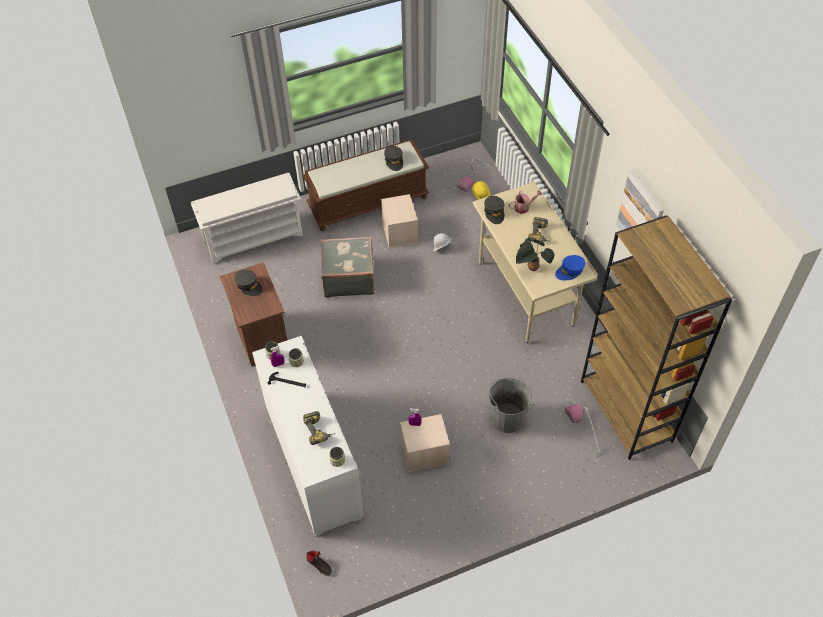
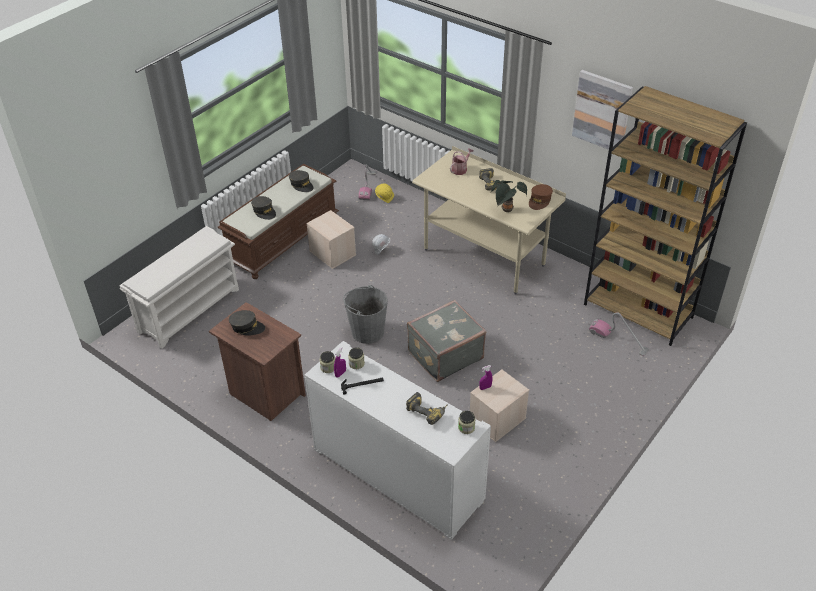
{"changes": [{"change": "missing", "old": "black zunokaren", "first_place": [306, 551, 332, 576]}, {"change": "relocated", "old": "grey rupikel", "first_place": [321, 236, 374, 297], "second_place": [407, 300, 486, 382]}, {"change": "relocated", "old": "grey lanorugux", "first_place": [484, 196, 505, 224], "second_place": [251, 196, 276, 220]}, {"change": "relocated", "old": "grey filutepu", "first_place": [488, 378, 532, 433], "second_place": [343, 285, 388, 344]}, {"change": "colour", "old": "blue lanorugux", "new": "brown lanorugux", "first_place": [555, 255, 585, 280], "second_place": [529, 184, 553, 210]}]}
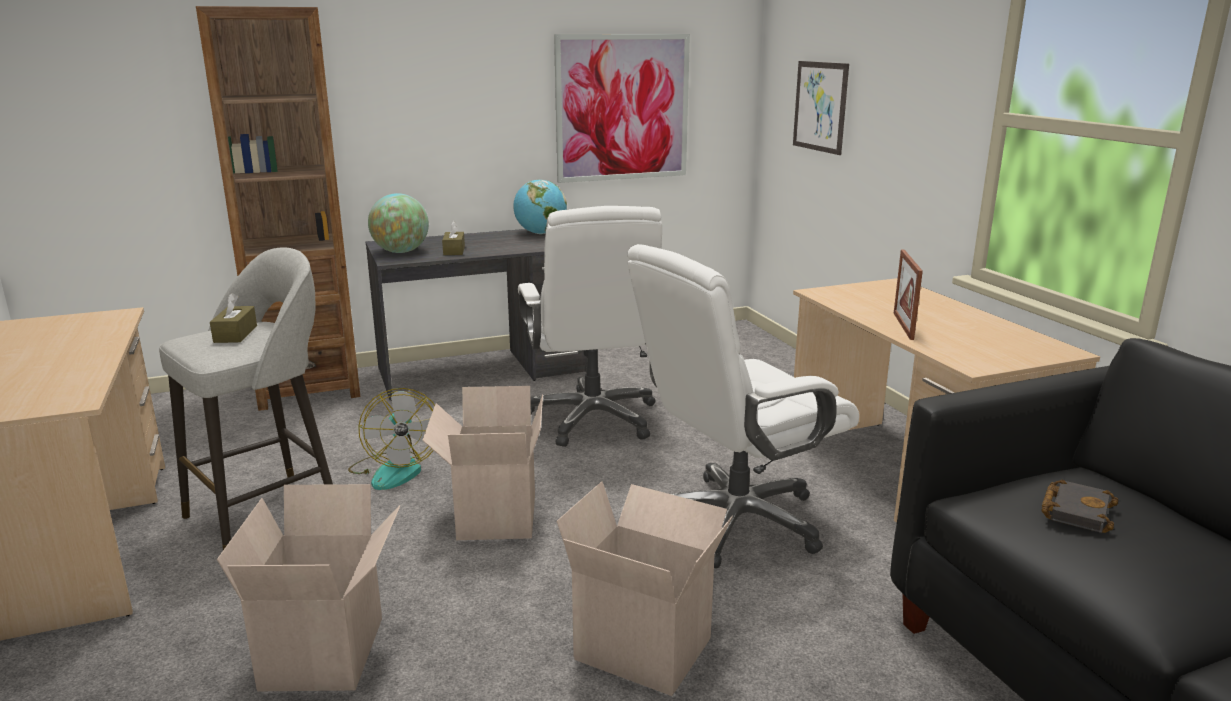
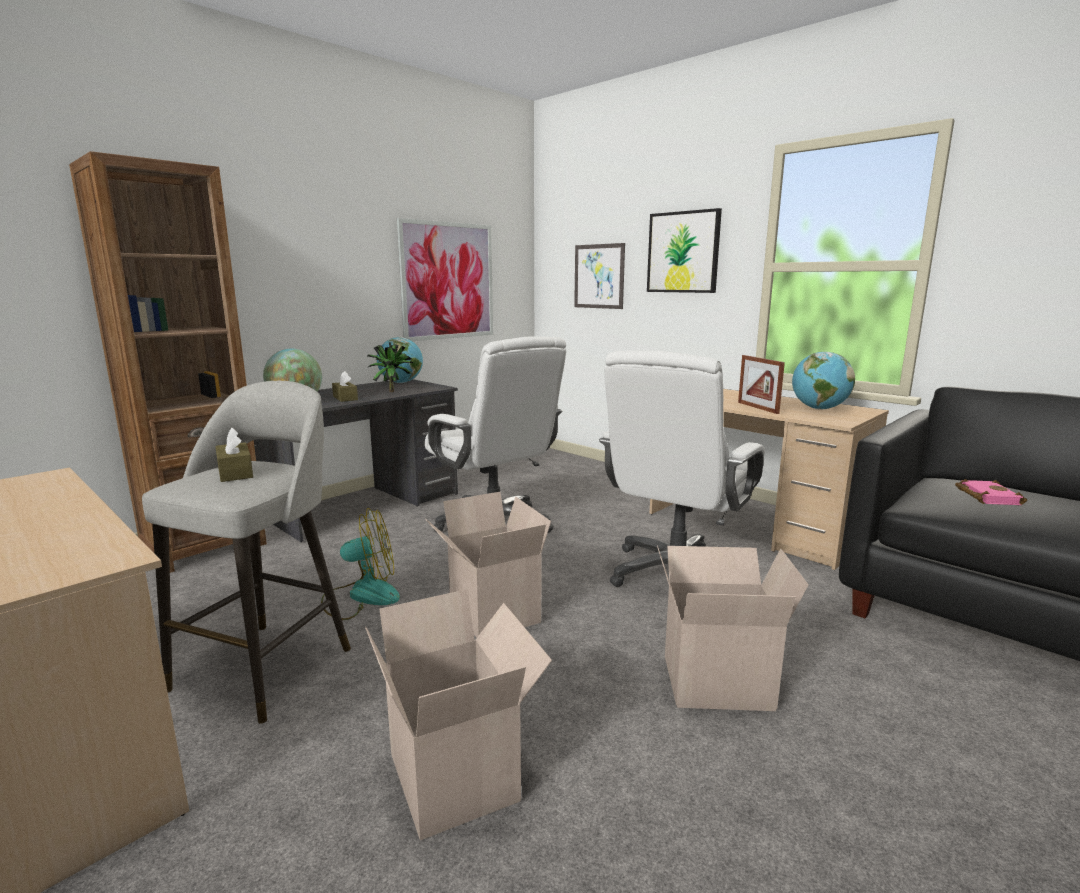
{"changes": [{"change": "spun", "old": "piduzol", "first_place": [348, 388, 435, 490], "second_place": [321, 508, 400, 620], "degrees": -60}, {"change": "colour", "old": "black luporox", "new": "pink luporox", "first_place": [1041, 480, 1119, 533], "second_place": [955, 479, 1027, 505]}, {"change": "appeared", "new": "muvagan", "second_place": [368, 342, 413, 392]}, {"change": "appeared", "new": "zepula", "second_place": [647, 208, 722, 293]}, {"change": "appeared", "new": "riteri", "second_place": [792, 352, 855, 409]}]}
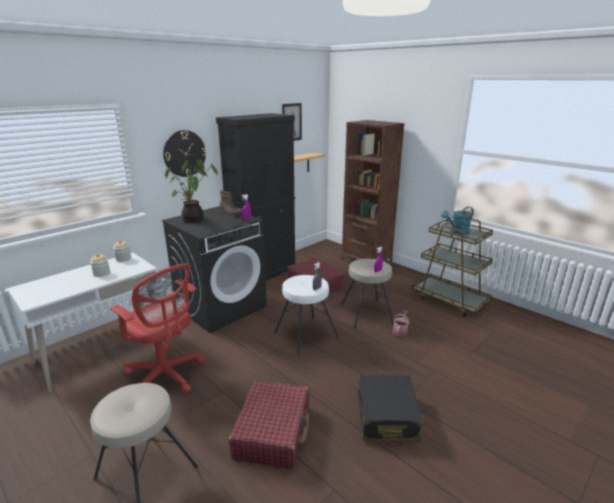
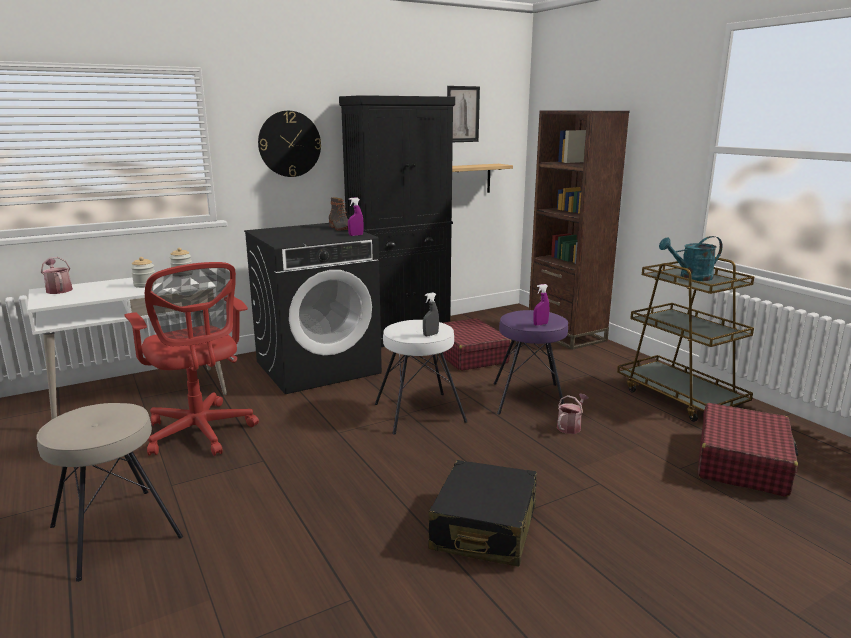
{"changes": [{"change": "missing", "old": "muvagan", "first_place": [165, 159, 218, 222]}, {"change": "relocated", "old": "red rupikel", "first_place": [229, 381, 309, 469], "second_place": [698, 403, 798, 497]}, {"change": "colour", "old": "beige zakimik", "new": "purple zakimik", "first_place": [341, 259, 394, 329], "second_place": [494, 310, 568, 414]}, {"change": "appeared", "new": "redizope", "second_place": [41, 257, 73, 294]}]}
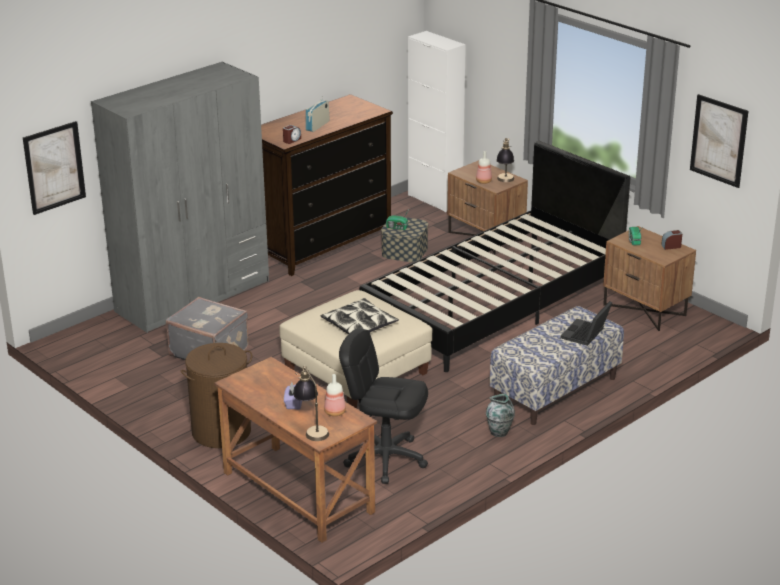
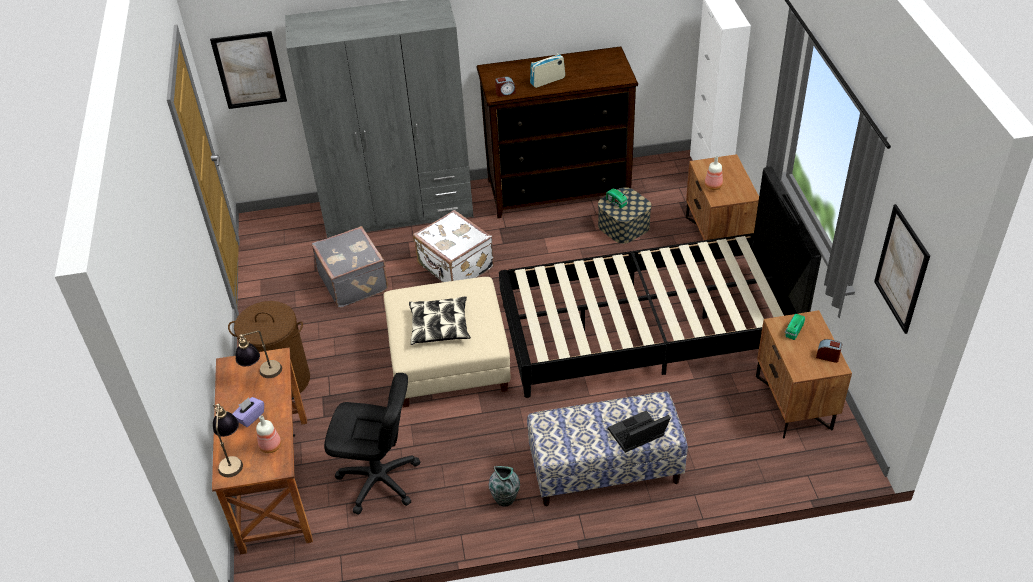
{"changes": [{"change": "spun", "old": "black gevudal", "first_place": [339, 329, 428, 484], "second_place": [324, 373, 421, 515], "degrees": 135}, {"change": "relocated", "old": "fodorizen", "first_place": [496, 138, 514, 182], "second_place": [236, 330, 282, 378]}, {"change": "appeared", "new": "white rupikel", "second_place": [413, 210, 494, 282]}]}
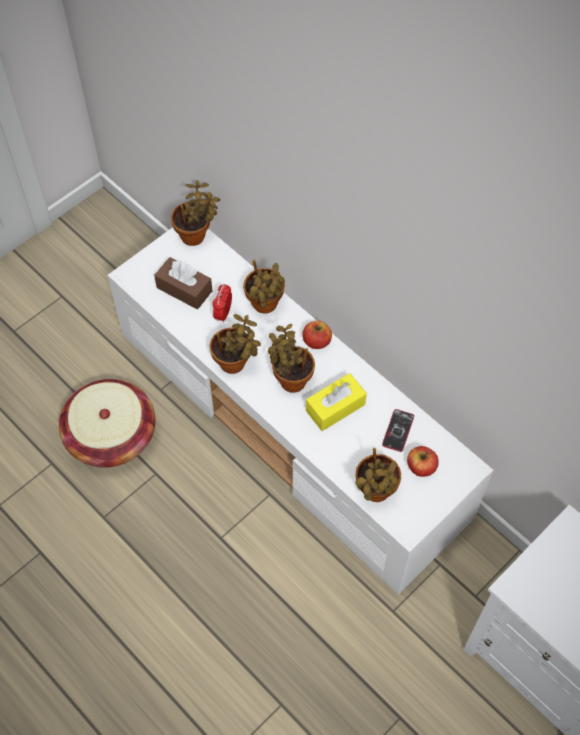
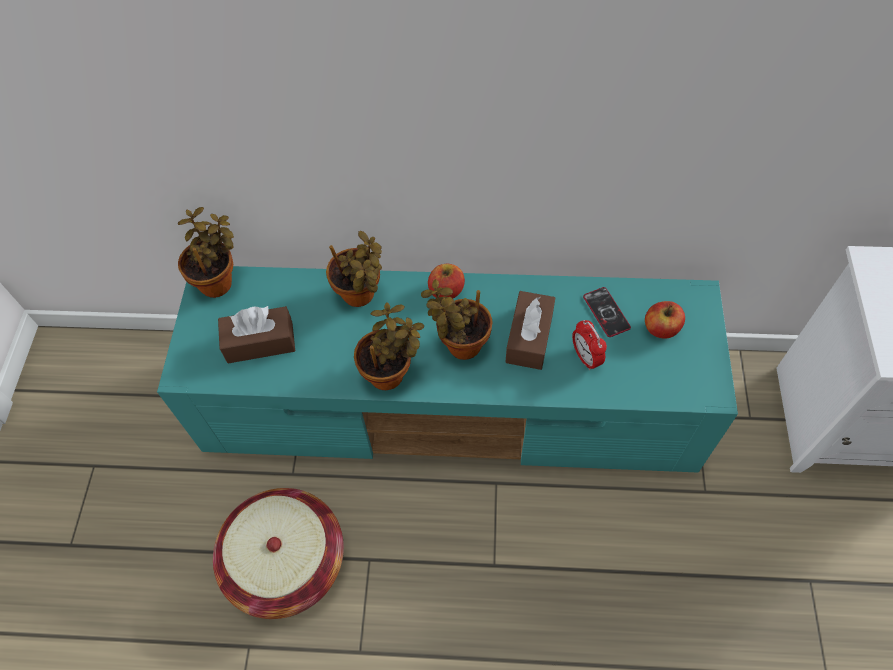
{"changes": [{"change": "colour", "old": "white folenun", "new": "turquoise folenun", "first_place": [107, 227, 493, 594], "second_place": [157, 266, 738, 473]}, {"change": "relocated", "old": "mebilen", "first_place": [213, 284, 232, 322], "second_place": [572, 320, 607, 370]}, {"change": "colour", "old": "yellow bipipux", "new": "brown bipipux", "first_place": [306, 373, 367, 431], "second_place": [506, 291, 555, 370]}, {"change": "missing", "old": "muvagan", "first_place": [356, 448, 401, 502]}]}
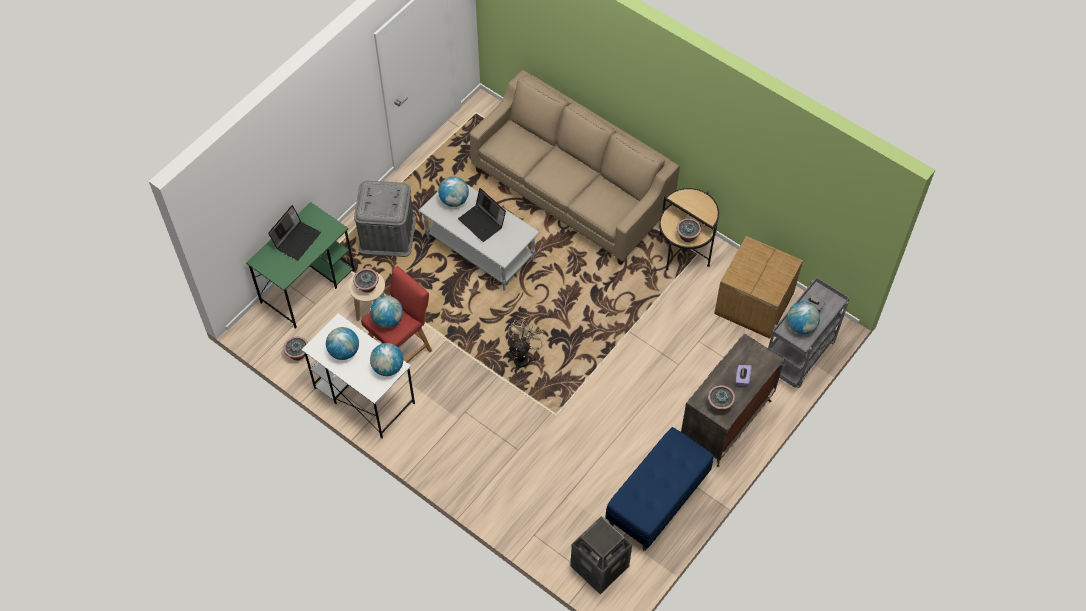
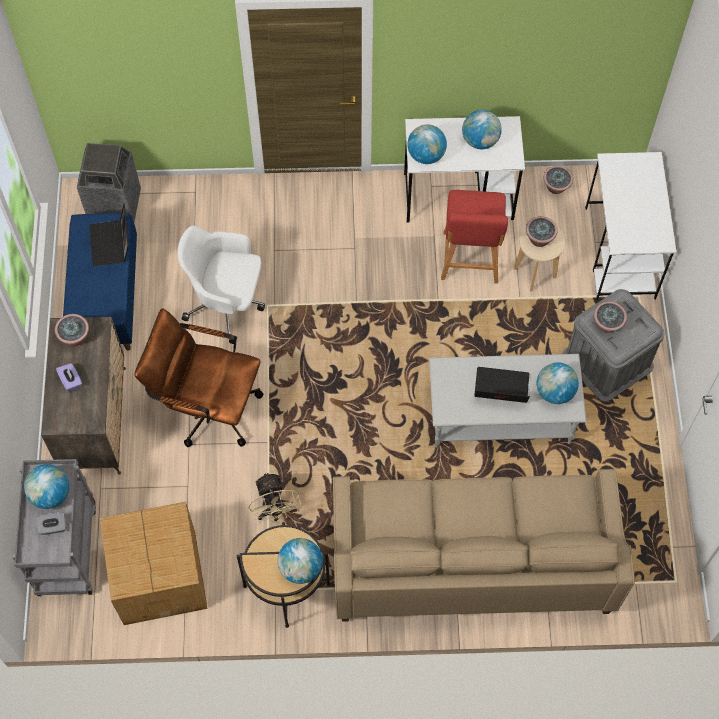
{"changes": [{"change": "colour", "old": "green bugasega", "new": "white bugasega", "first_place": [246, 202, 355, 329], "second_place": [585, 152, 677, 301]}, {"change": "relocated", "old": "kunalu", "first_place": [268, 205, 321, 260], "second_place": [89, 203, 129, 266]}, {"change": "relocated", "old": "riteri", "first_place": [370, 296, 403, 328], "second_place": [278, 538, 323, 584]}, {"change": "relocated", "old": "beige piduzol", "first_place": [507, 321, 546, 373], "second_place": [249, 472, 301, 523]}, {"change": "relocated", "old": "muvagan", "first_place": [677, 218, 701, 242], "second_place": [594, 301, 627, 333]}, {"change": "appeared", "new": "brown gevudal", "second_place": [134, 309, 264, 447]}, {"change": "appeared", "new": "white gevudal", "second_place": [178, 225, 265, 344]}]}
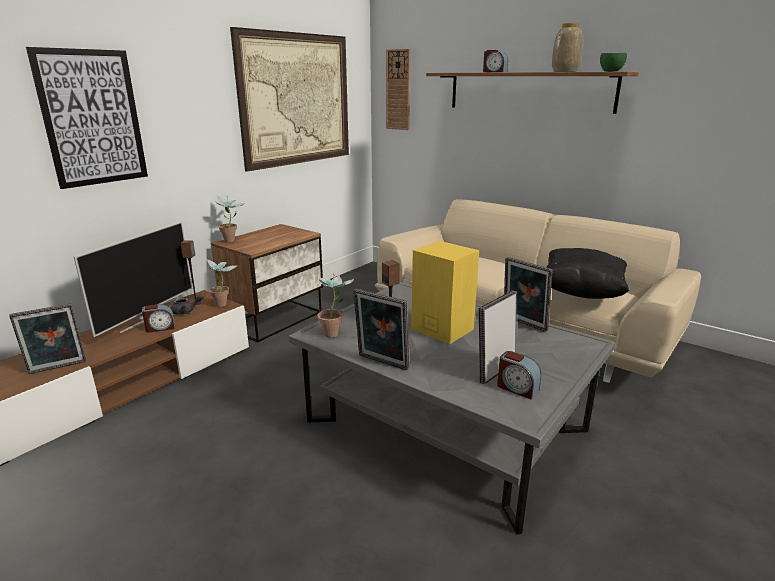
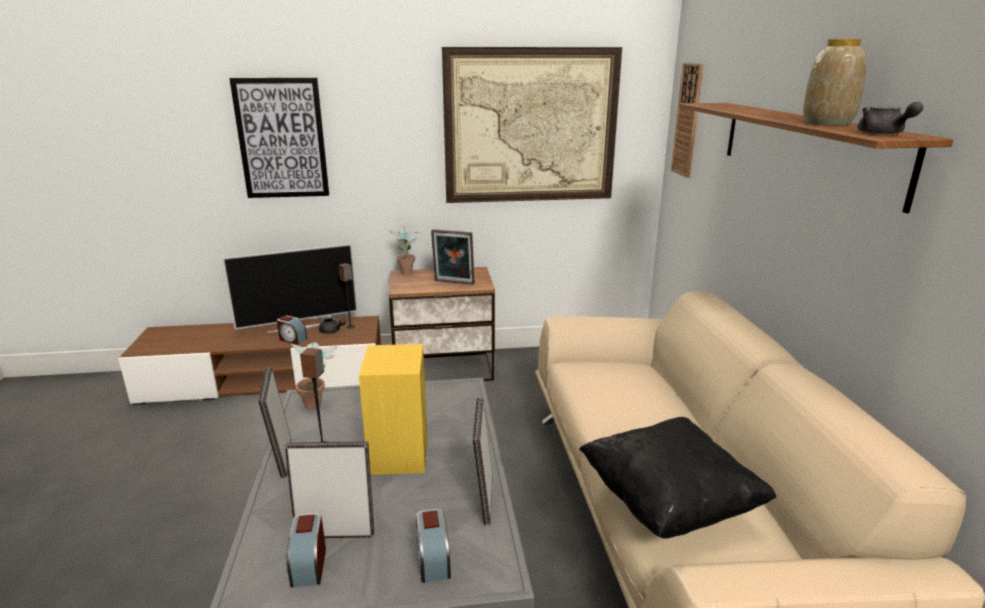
{"changes": [{"change": "relocated", "old": "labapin", "first_place": [9, 304, 86, 374], "second_place": [431, 229, 474, 285]}, {"change": "missing", "old": "muvagan", "first_place": [207, 259, 238, 307]}, {"change": "relocated", "old": "mebilen", "first_place": [483, 50, 508, 72], "second_place": [416, 509, 451, 583]}, {"change": "exchanged", "old": "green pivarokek", "new": "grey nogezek", "first_place": [600, 53, 627, 72], "second_place": [858, 102, 923, 135]}]}
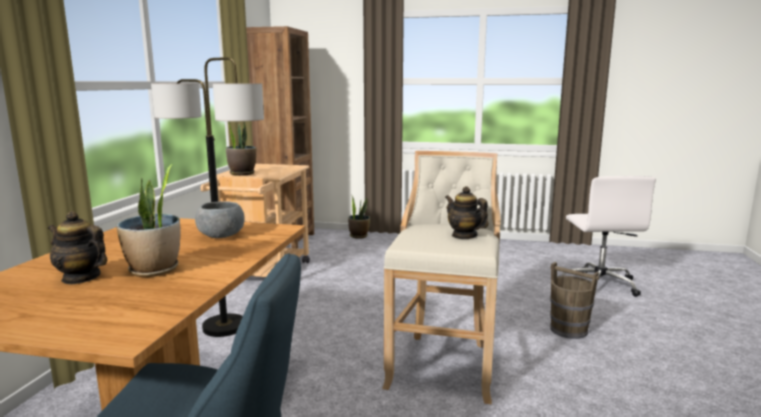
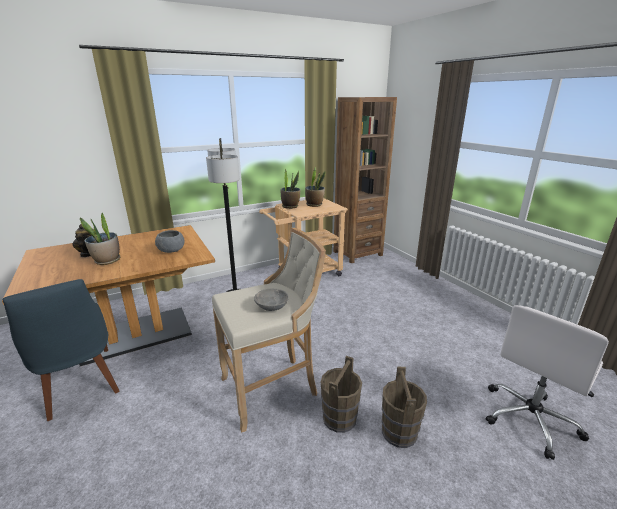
{"changes": [{"change": "relocated", "old": "muvagan", "first_place": [348, 196, 370, 239], "second_place": [305, 167, 325, 207]}, {"change": "exchanged", "old": "nogezek", "new": "grey pivarokek", "first_place": [445, 186, 488, 239], "second_place": [254, 289, 289, 311]}, {"change": "appeared", "new": "brown filutepu", "second_place": [321, 356, 362, 433]}]}
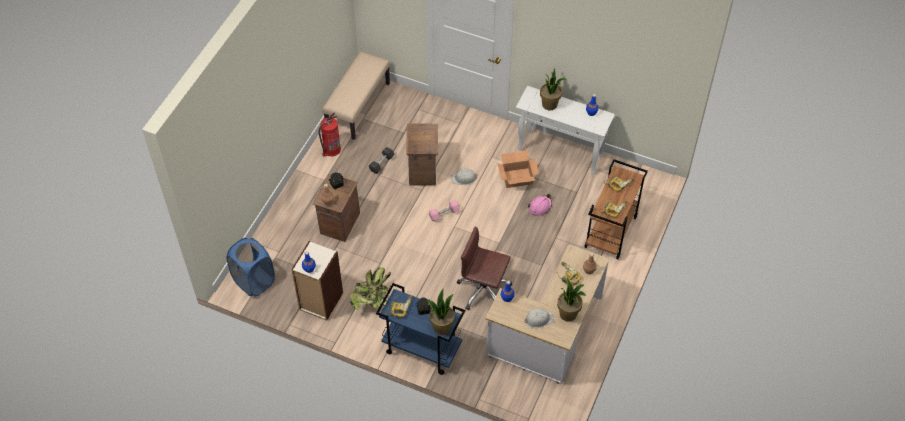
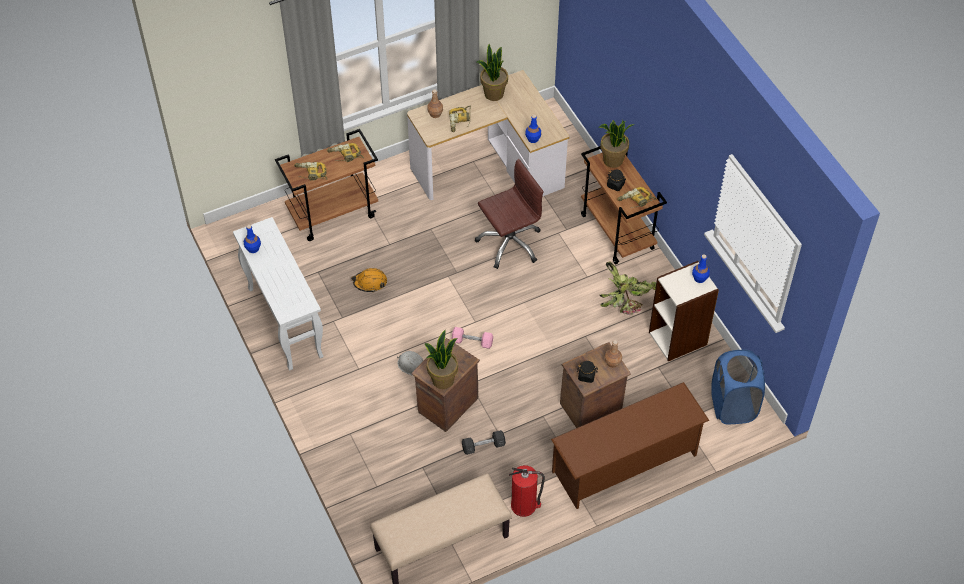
{"changes": [{"change": "colour", "old": "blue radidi", "new": "brown radidi", "first_place": [376, 283, 465, 375], "second_place": [581, 146, 667, 265]}, {"change": "spun", "old": "brown gevudal", "first_place": [457, 226, 512, 310], "second_place": [475, 159, 543, 269], "degrees": -90}, {"change": "missing", "old": "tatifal", "first_place": [497, 150, 539, 188]}, {"change": "missing", "old": "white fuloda", "first_place": [524, 308, 554, 328]}, {"change": "colour", "old": "pink fuloda", "new": "orange fuloda", "first_place": [528, 194, 552, 216], "second_place": [351, 268, 387, 292]}, {"change": "relocated", "old": "muvagan", "first_place": [540, 68, 566, 110], "second_place": [425, 330, 458, 389]}, {"change": "appeared", "new": "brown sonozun", "second_place": [551, 382, 710, 509]}]}
